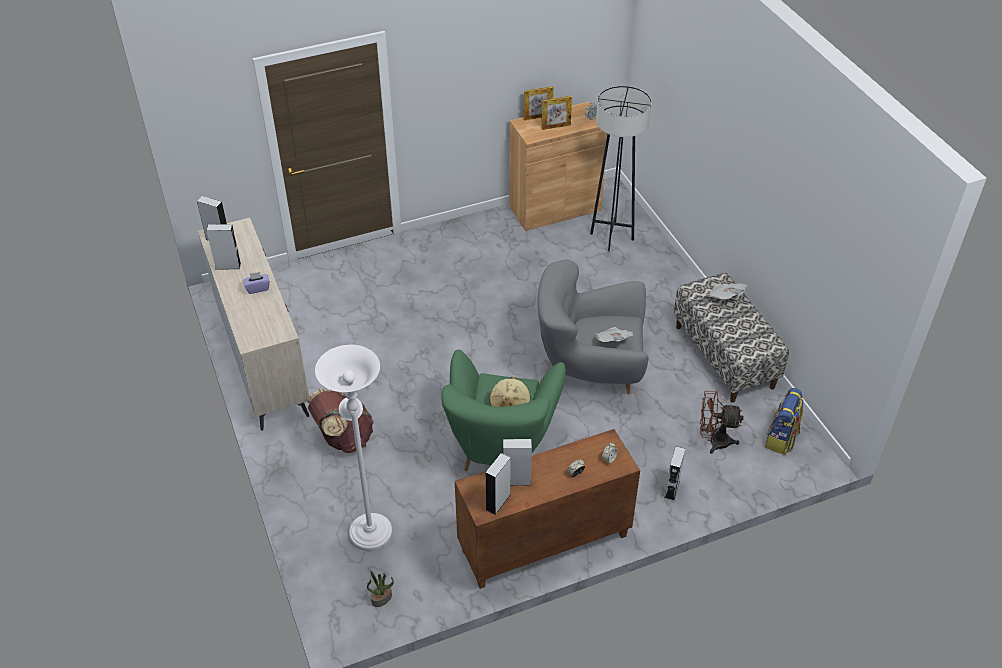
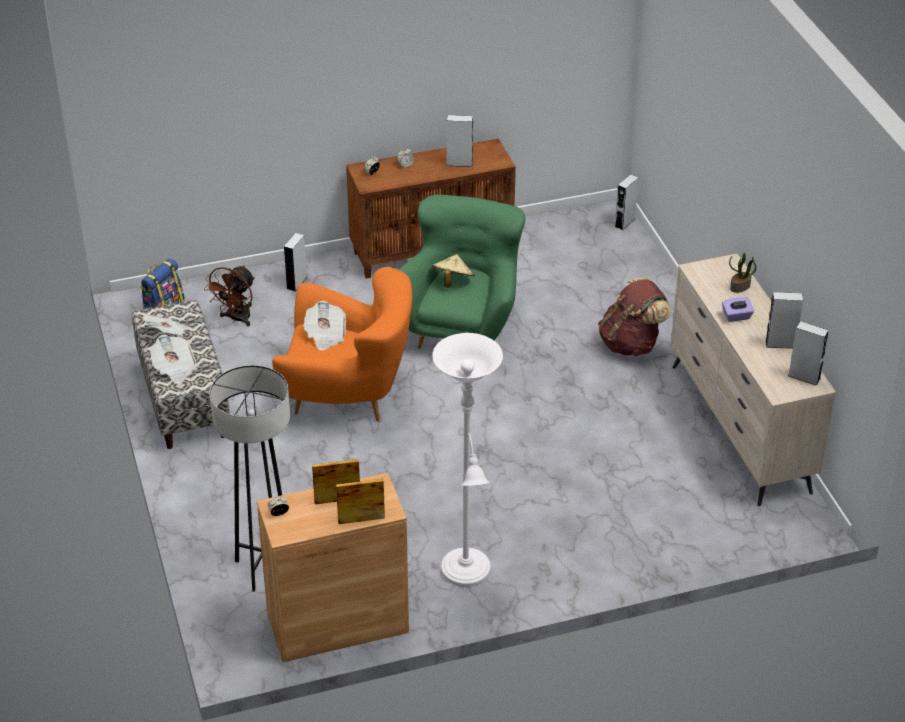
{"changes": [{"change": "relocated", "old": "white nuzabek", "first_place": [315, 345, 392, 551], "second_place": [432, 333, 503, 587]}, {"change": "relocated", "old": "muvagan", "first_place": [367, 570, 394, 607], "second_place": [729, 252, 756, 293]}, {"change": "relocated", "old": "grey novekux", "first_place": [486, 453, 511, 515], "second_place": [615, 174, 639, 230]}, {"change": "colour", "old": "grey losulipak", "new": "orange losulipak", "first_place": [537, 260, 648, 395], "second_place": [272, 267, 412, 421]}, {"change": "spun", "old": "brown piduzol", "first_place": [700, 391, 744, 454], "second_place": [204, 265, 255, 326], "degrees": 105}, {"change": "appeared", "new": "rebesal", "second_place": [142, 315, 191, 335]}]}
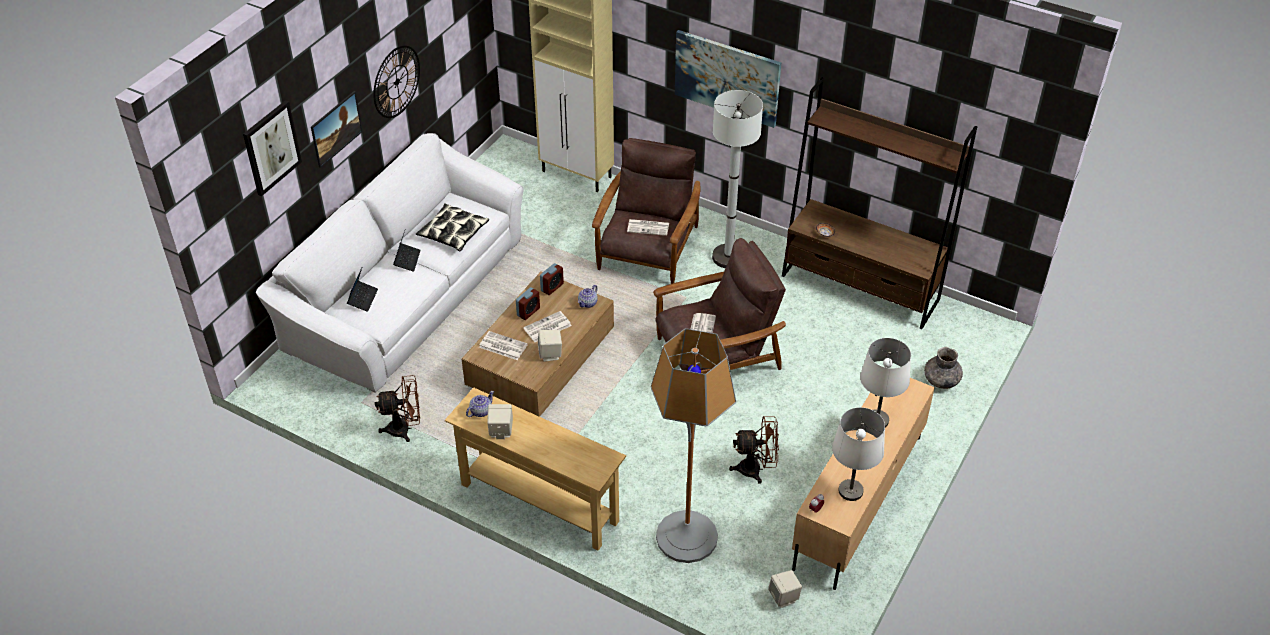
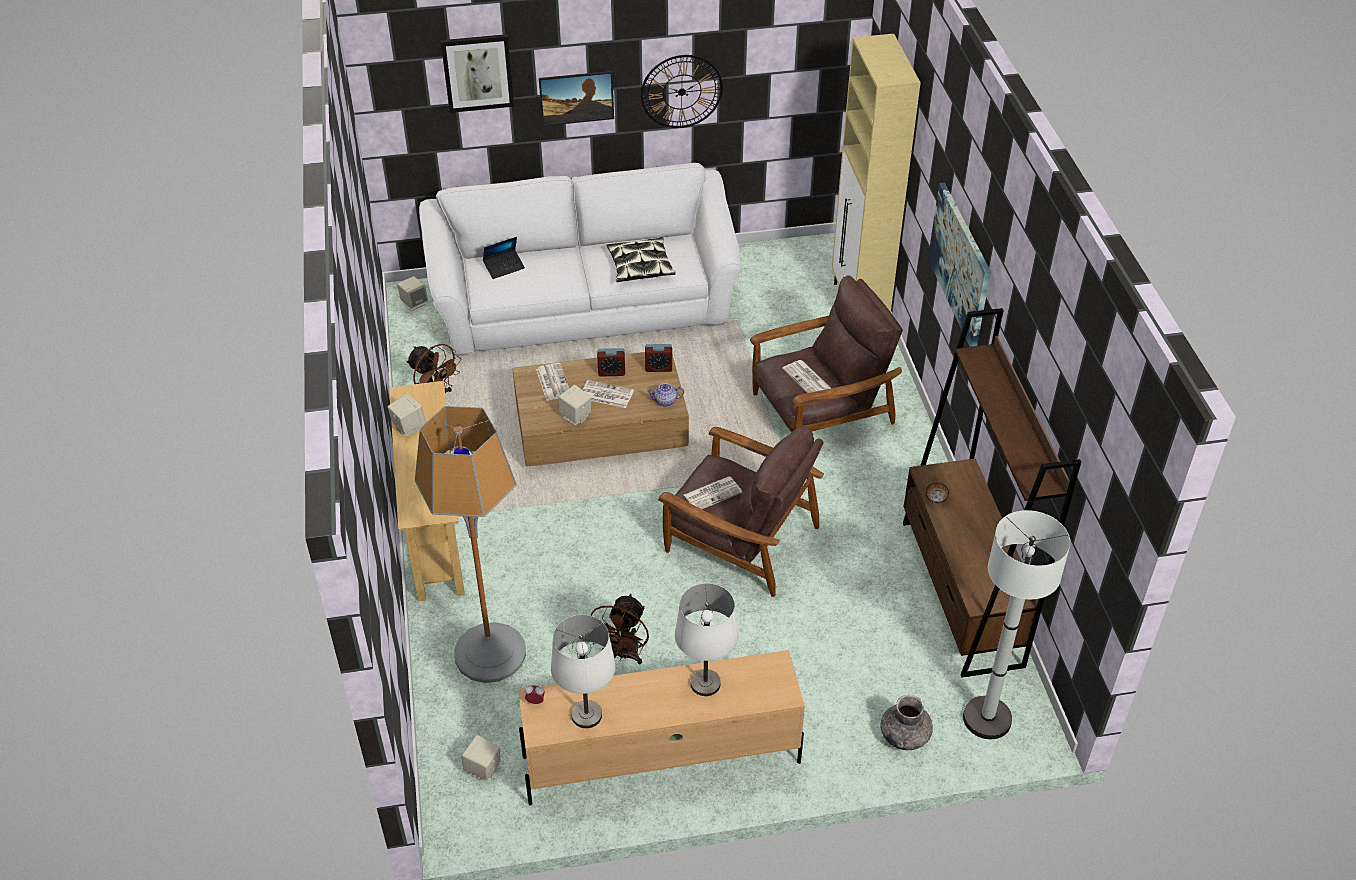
{"changes": [{"change": "missing", "old": "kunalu", "first_place": [393, 231, 421, 272]}, {"change": "missing", "old": "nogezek", "first_place": [466, 391, 494, 417]}, {"change": "relocated", "old": "white nuzabek", "first_place": [712, 90, 763, 268], "second_place": [963, 510, 1070, 739]}, {"change": "spun", "old": "brown piduzol", "first_place": [729, 416, 779, 484], "second_place": [590, 594, 649, 664], "degrees": 60}, {"change": "appeared", "new": "beige novekux", "second_place": [397, 276, 428, 311]}]}
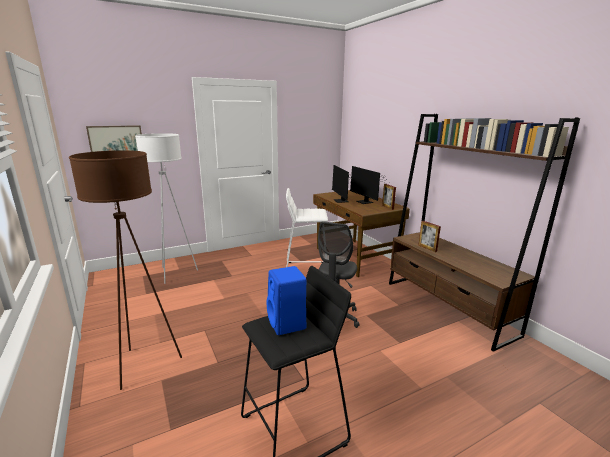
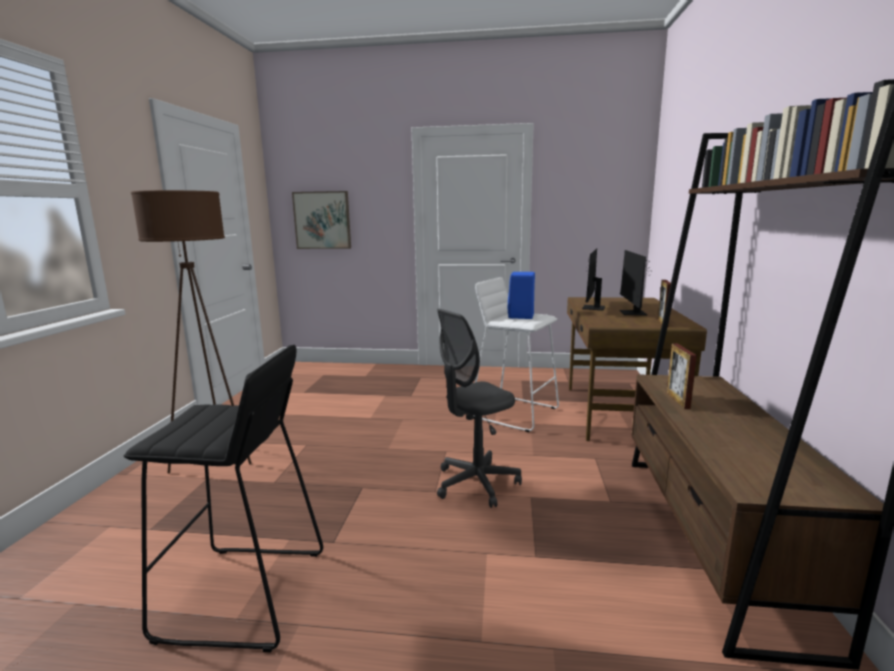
{"changes": [{"change": "missing", "old": "white nuzabek", "first_place": [135, 133, 198, 284]}, {"change": "relocated", "old": "blue novekux", "first_place": [267, 266, 306, 335], "second_place": [508, 272, 535, 319]}]}
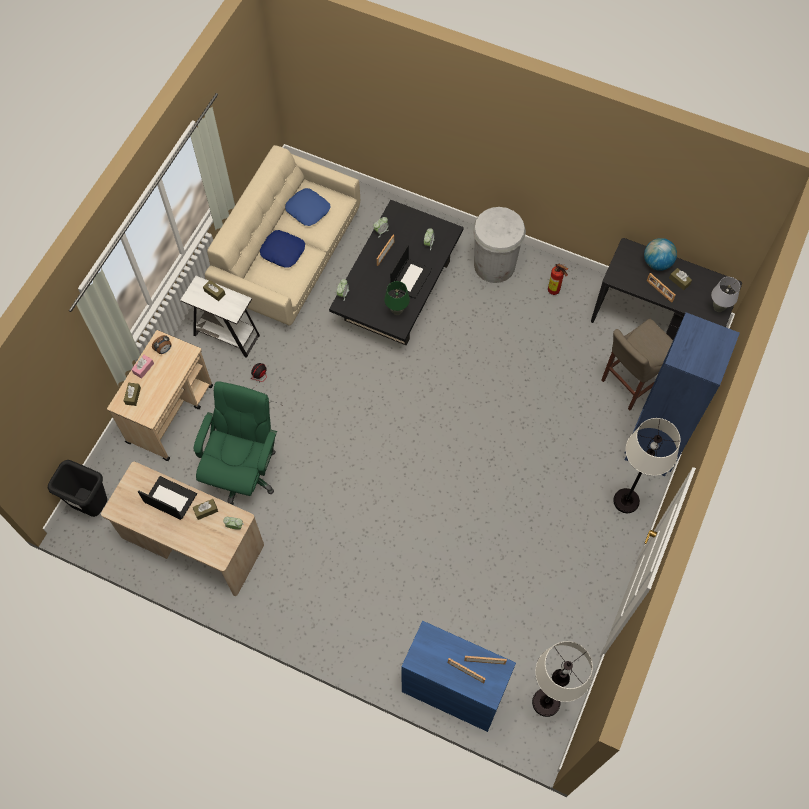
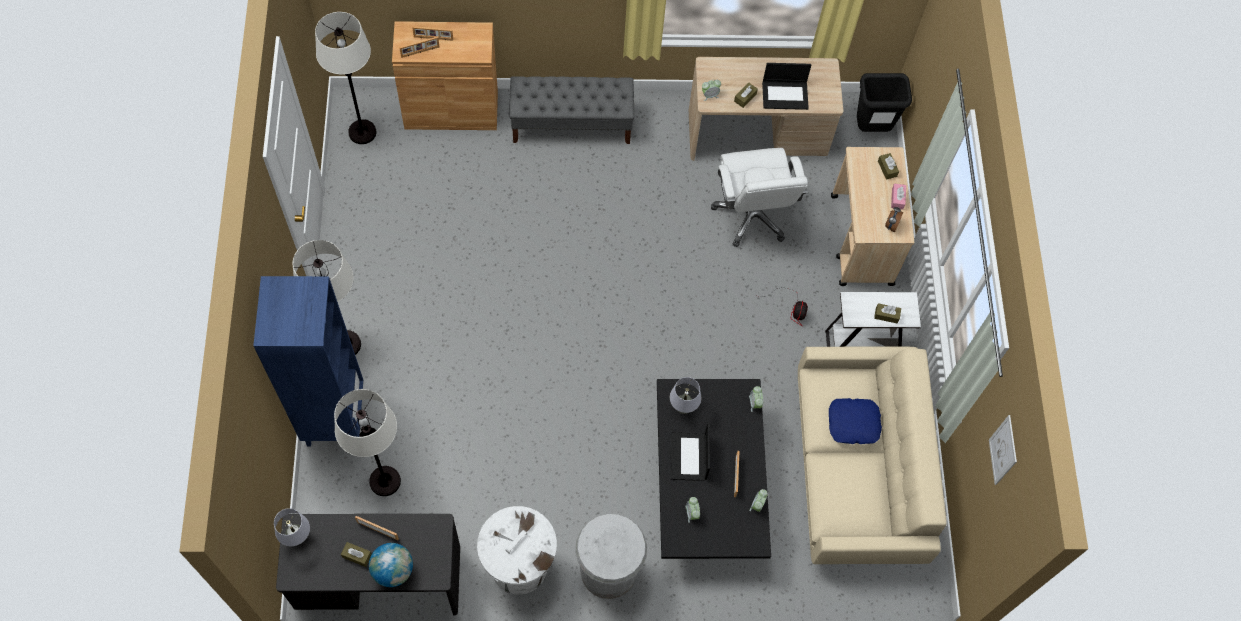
{"changes": [{"change": "colour", "old": "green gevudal", "new": "white gevudal", "first_place": [194, 381, 277, 505], "second_place": [711, 148, 808, 247]}, {"change": "missing", "old": "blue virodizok", "first_place": [285, 188, 331, 226]}, {"change": "colour", "old": "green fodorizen", "new": "grey fodorizen", "first_place": [384, 281, 410, 315], "second_place": [670, 377, 701, 414]}, {"change": "colour", "old": "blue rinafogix", "new": "brown rinafogix", "first_place": [401, 621, 516, 732], "second_place": [392, 21, 498, 130]}, {"change": "exchanged", "old": "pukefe", "new": "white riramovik", "first_place": [548, 264, 568, 295], "second_place": [477, 506, 557, 595]}, {"change": "exchanged", "old": "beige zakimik", "new": "white nuzabek", "first_place": [601, 319, 673, 410], "second_place": [334, 389, 401, 496]}, {"change": "appeared", "new": "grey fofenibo", "second_place": [510, 76, 634, 144]}, {"change": "appeared", "new": "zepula", "second_place": [989, 415, 1017, 485]}]}
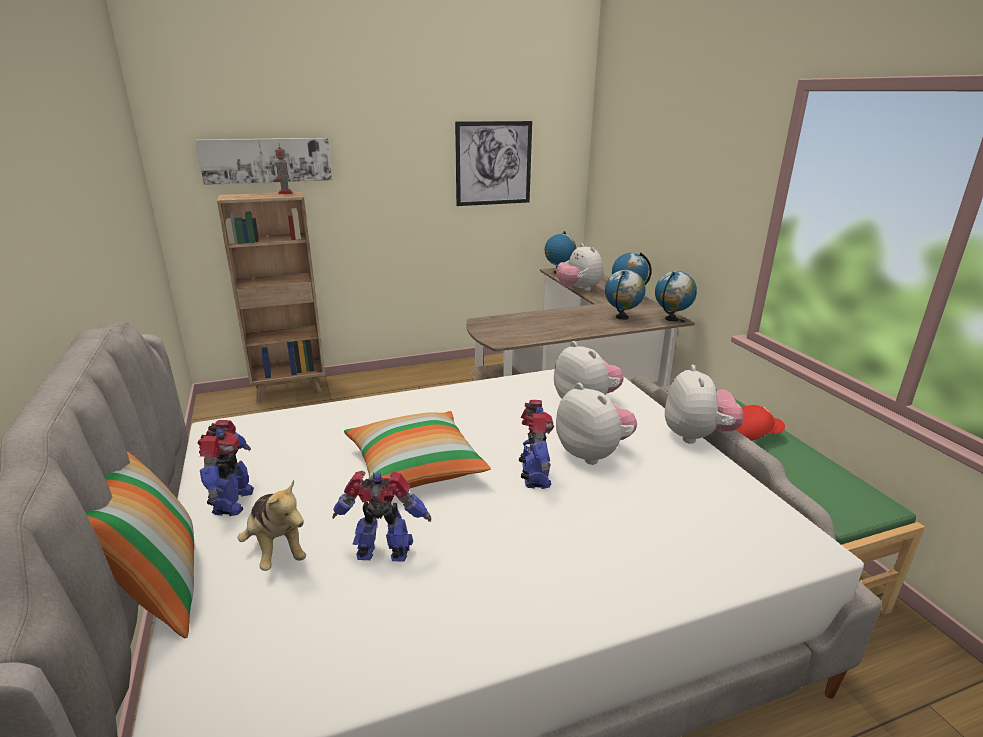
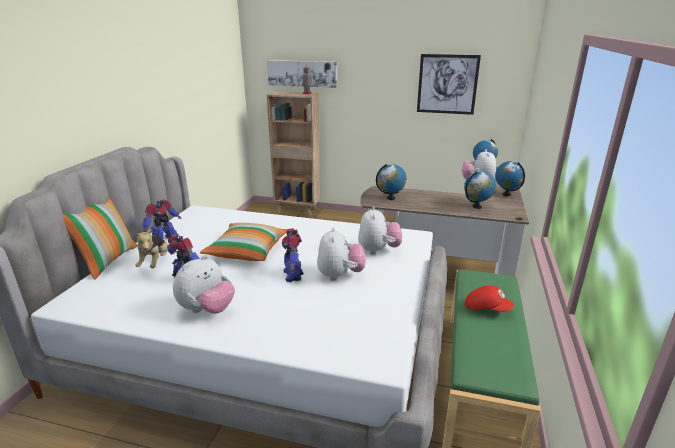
{"changes": [{"change": "spun", "old": "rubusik", "first_place": [519, 400, 555, 489], "second_place": [282, 228, 304, 282], "degrees": 135}, {"change": "relocated", "old": "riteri", "first_place": [655, 271, 697, 322], "second_place": [376, 164, 406, 200]}, {"change": "relocated", "old": "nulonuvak", "first_place": [665, 365, 743, 444], "second_place": [173, 255, 235, 314]}]}
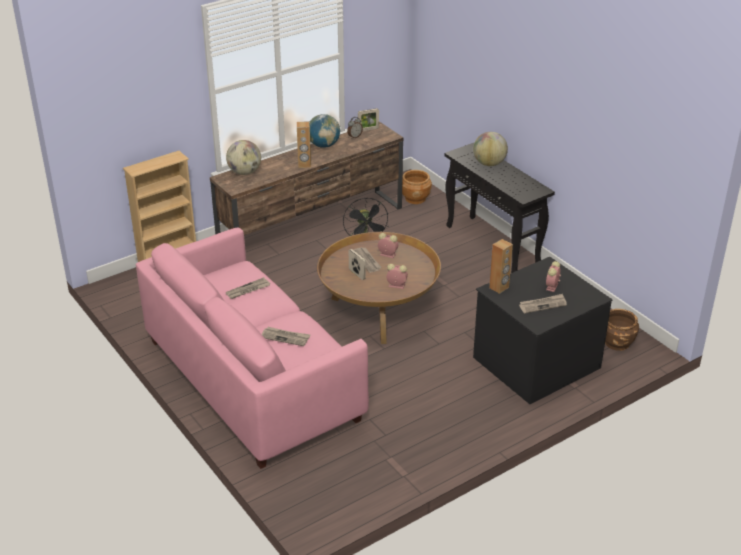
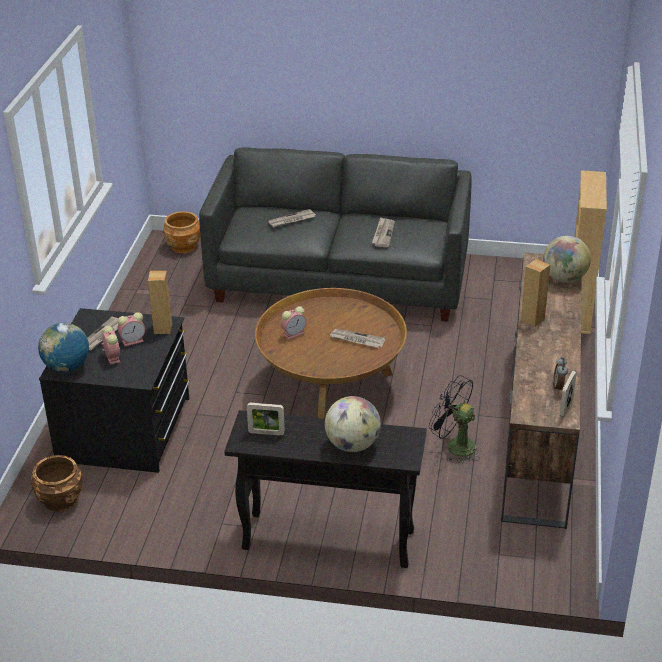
{"changes": [{"change": "colour", "old": "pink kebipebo", "new": "grey kebipebo", "first_place": [136, 227, 369, 469], "second_place": [199, 147, 472, 322]}, {"change": "relocated", "old": "riteri", "first_place": [309, 114, 340, 148], "second_place": [38, 323, 89, 372]}, {"change": "relocated", "old": "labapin", "first_place": [349, 249, 365, 280], "second_place": [247, 403, 285, 435]}, {"change": "relocated", "old": "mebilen", "first_place": [378, 233, 398, 258], "second_place": [117, 312, 145, 346]}, {"change": "relocated", "old": "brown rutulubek", "first_place": [402, 170, 432, 204], "second_place": [163, 211, 200, 253]}]}
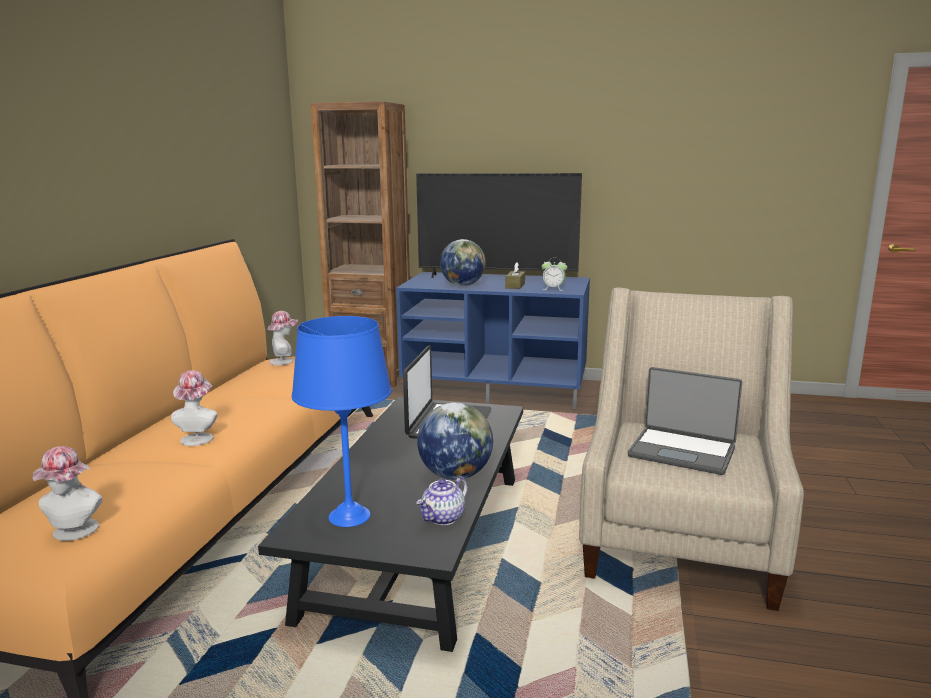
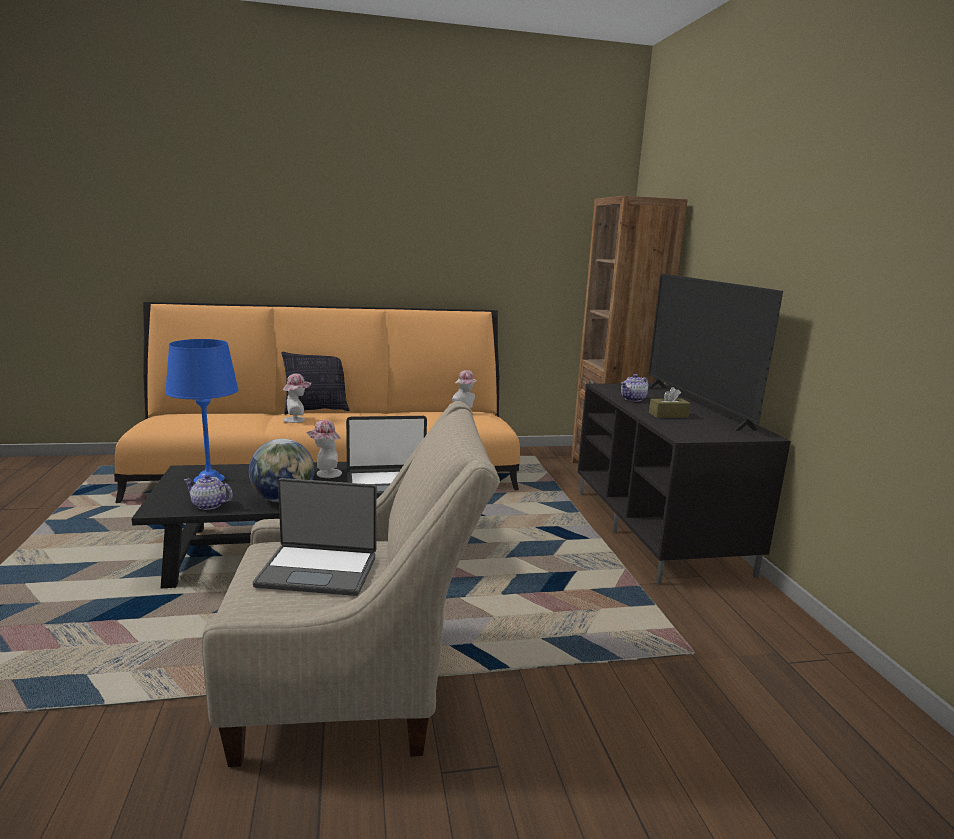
{"changes": [{"change": "relocated", "old": "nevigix", "first_place": [33, 446, 102, 541], "second_place": [306, 420, 342, 478]}, {"change": "colour", "old": "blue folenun", "new": "black folenun", "first_place": [396, 272, 590, 409], "second_place": [578, 383, 791, 584]}, {"change": "exchanged", "old": "riteri", "new": "nogezek", "first_place": [440, 239, 486, 286], "second_place": [621, 374, 649, 401]}, {"change": "missing", "old": "mebilen", "first_place": [542, 258, 567, 291]}, {"change": "spun", "old": "kunalu", "first_place": [628, 367, 742, 475], "second_place": [253, 478, 377, 596], "degrees": -90}, {"change": "appeared", "new": "virodizok", "second_place": [282, 352, 349, 414]}]}
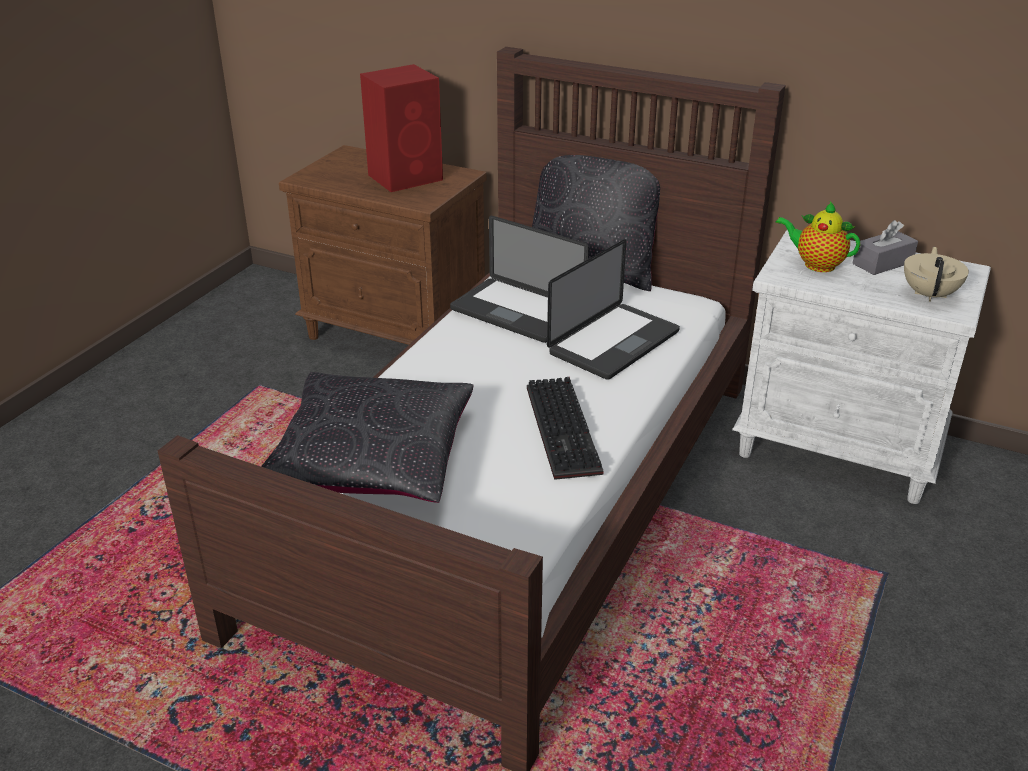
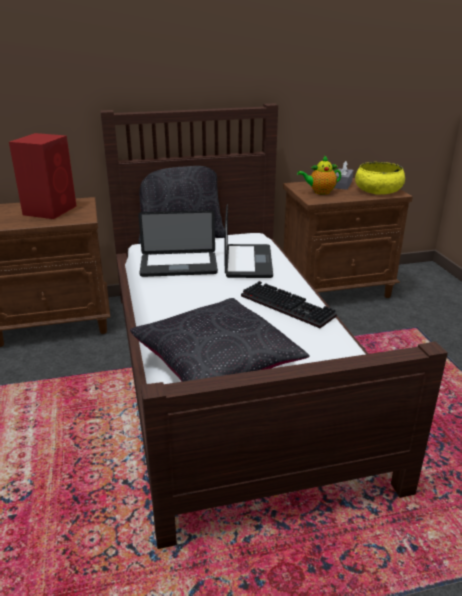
{"changes": [{"change": "colour", "old": "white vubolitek", "new": "brown vubolitek", "first_place": [732, 230, 991, 504], "second_place": [283, 178, 413, 298]}, {"change": "exchanged", "old": "beige nogezek", "new": "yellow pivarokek", "first_place": [904, 247, 969, 302], "second_place": [355, 162, 405, 195]}]}
